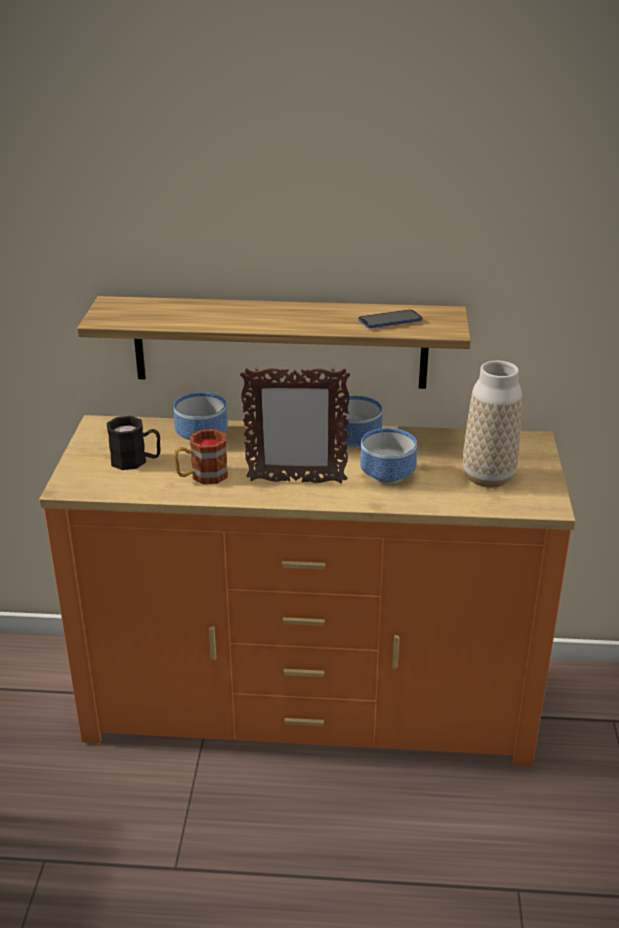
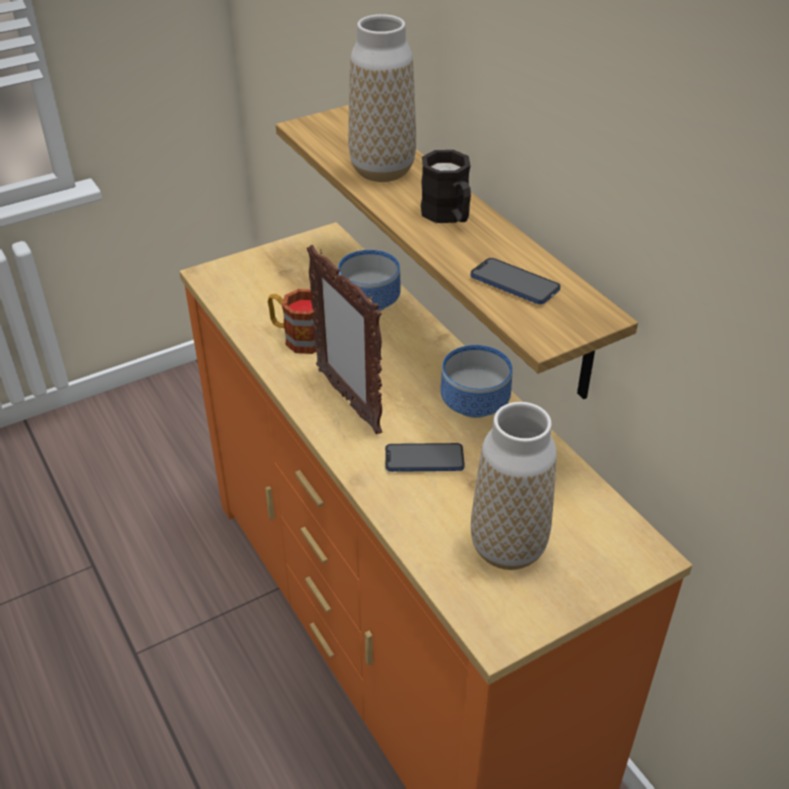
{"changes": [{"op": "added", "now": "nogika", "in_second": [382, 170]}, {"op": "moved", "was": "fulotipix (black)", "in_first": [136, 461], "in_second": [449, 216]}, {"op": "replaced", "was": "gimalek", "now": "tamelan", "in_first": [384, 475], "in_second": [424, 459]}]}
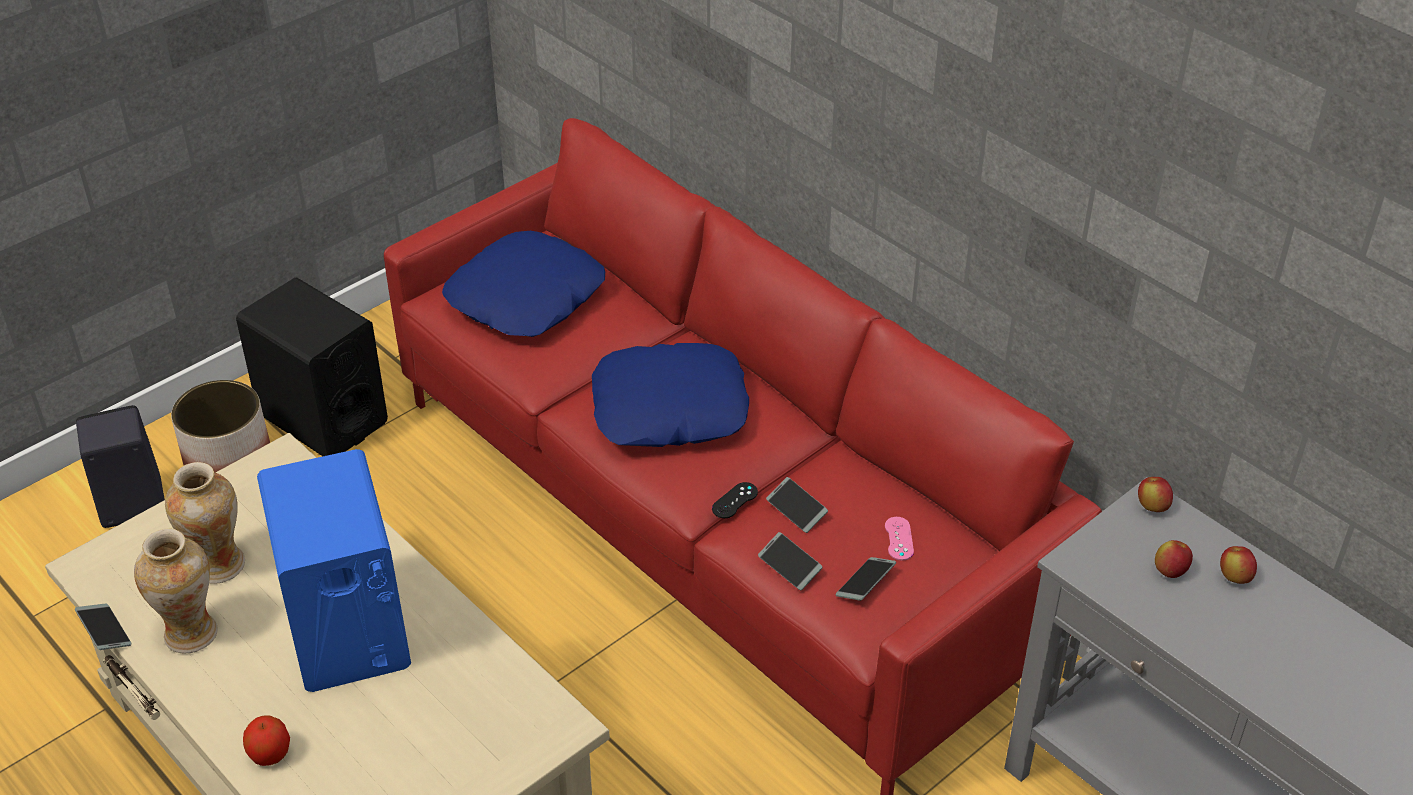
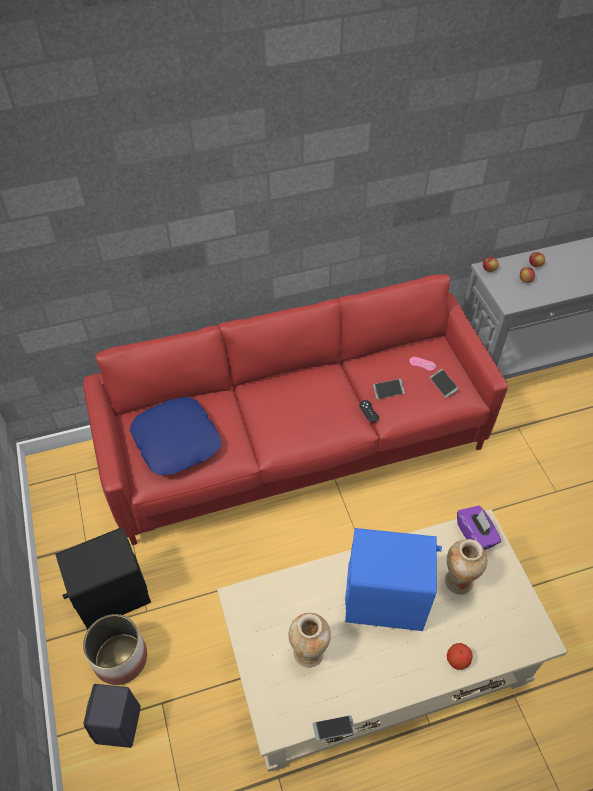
{"changes": [{"op": "removed", "was": "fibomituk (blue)", "in_first": [669, 409]}, {"op": "removed", "was": "tamelan", "in_first": [789, 566]}, {"op": "added", "now": "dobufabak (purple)", "in_second": [475, 535]}, {"op": "moved", "was": "nogika", "in_first": [190, 633], "in_second": [458, 581]}]}
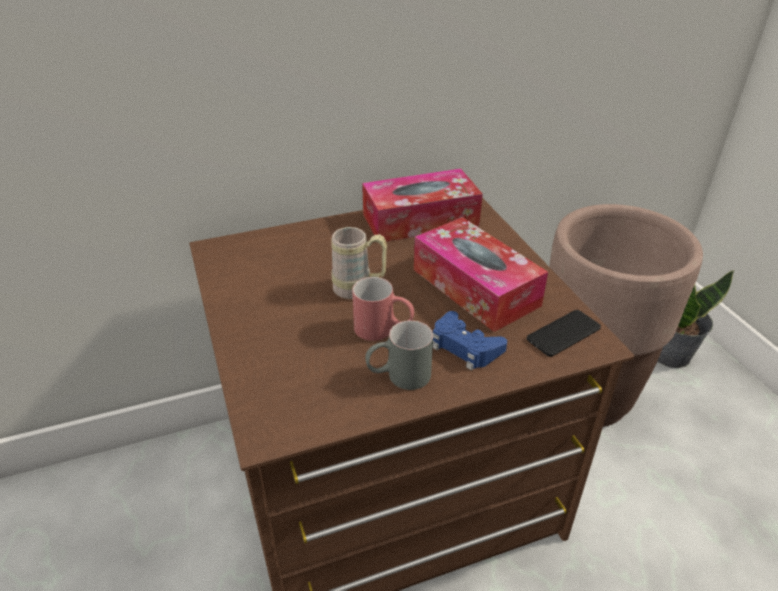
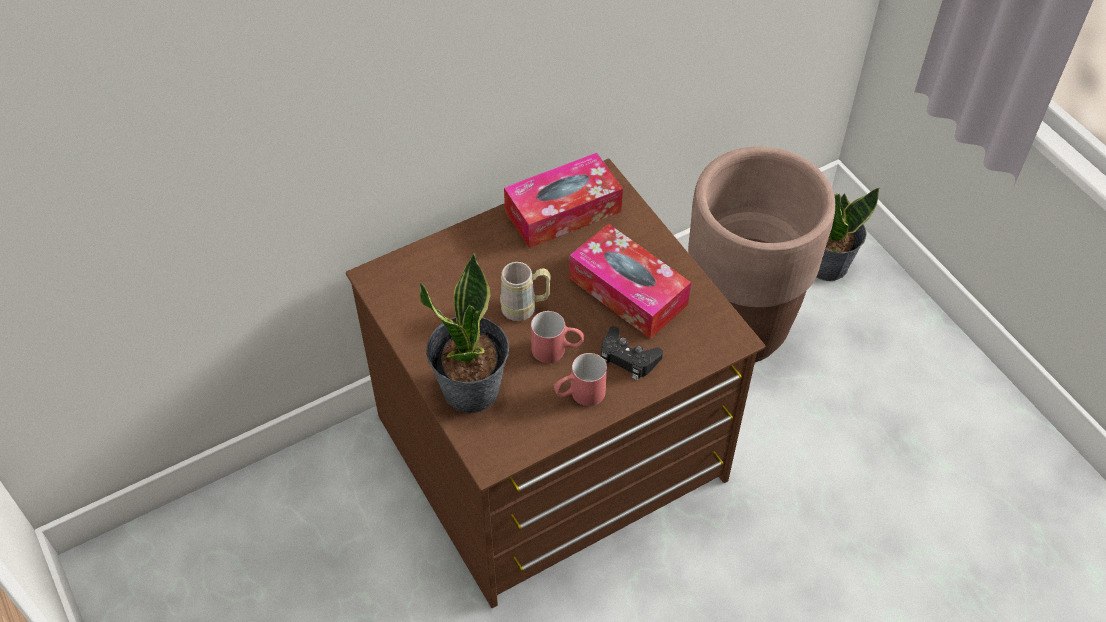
{"changes": [{"op": "removed", "was": "tamelan", "in_first": [563, 333]}, {"op": "added", "now": "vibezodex", "in_second": [472, 389]}, {"op": "recoloured", "was": "fulotipix (grey)", "now": "fulotipix (red)", "in_first": [398, 376], "in_second": [579, 395]}, {"op": "recoloured", "was": "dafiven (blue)", "now": "dafiven (black)", "in_first": [465, 347], "in_second": [628, 358]}]}
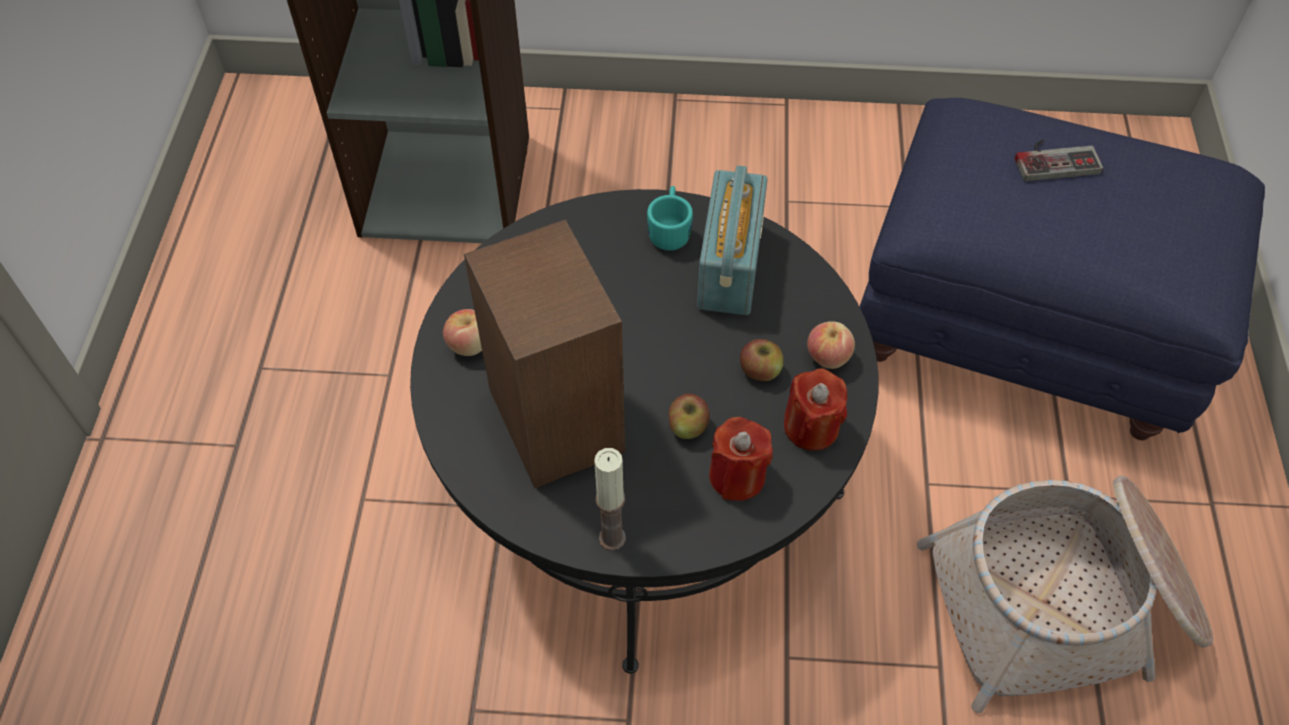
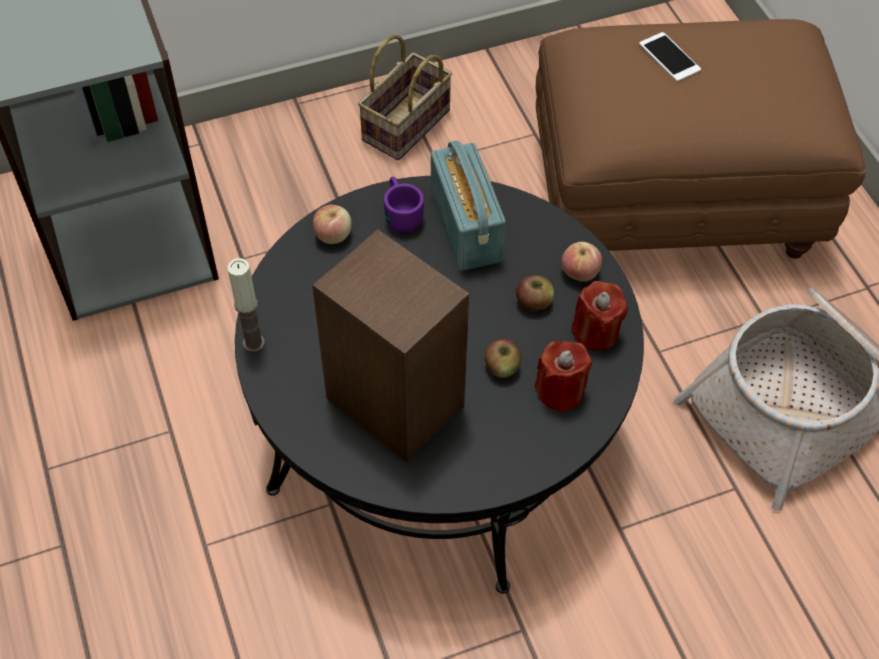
{"changes": [{"op": "added", "now": "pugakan", "in_second": [406, 127]}, {"op": "moved", "was": "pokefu", "in_first": [470, 344], "in_second": [333, 235]}, {"op": "moved", "was": "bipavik", "in_first": [612, 538], "in_second": [253, 343]}, {"op": "replaced", "was": "dafiven", "now": "tamelan", "in_first": [1054, 159], "in_second": [669, 57]}, {"op": "recoloured", "was": "fulotipix (turquoise)", "now": "fulotipix (purple)", "in_first": [670, 228], "in_second": [401, 213]}, {"op": "recoloured", "was": "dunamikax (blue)", "now": "dunamikax (brown)", "in_first": [1028, 327], "in_second": [675, 200]}]}
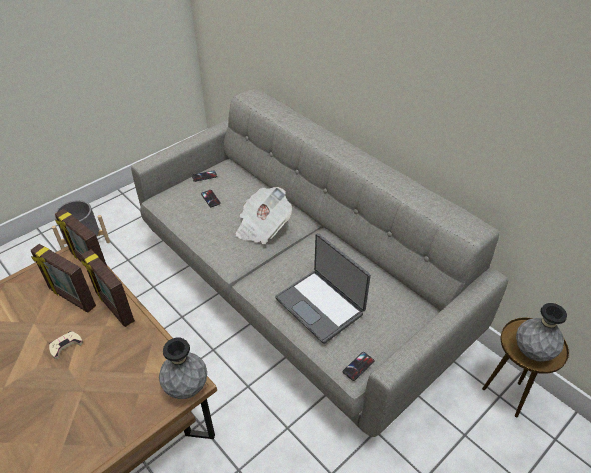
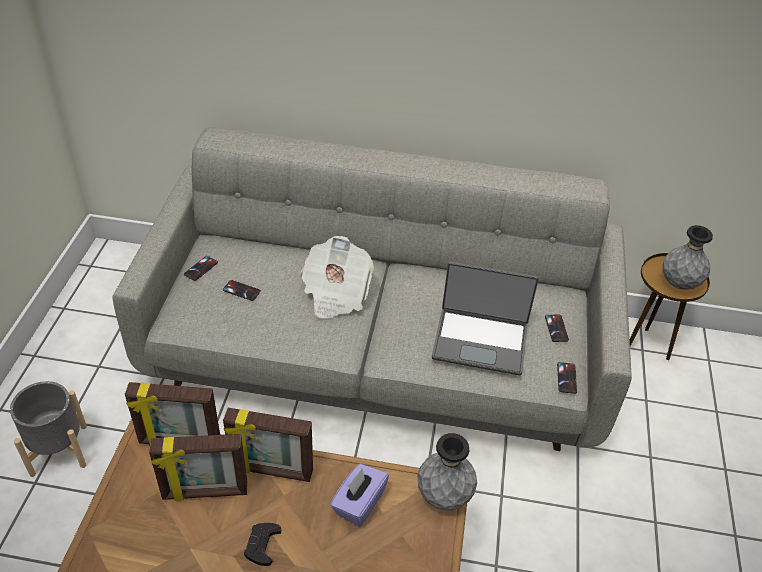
{"changes": [{"op": "added", "now": "dobufabak (purple)", "in_second": [359, 503]}, {"op": "added", "now": "tamelan", "in_second": [556, 328]}, {"op": "recoloured", "was": "dafiven (beige)", "now": "dafiven (black)", "in_first": [65, 345], "in_second": [262, 545]}]}
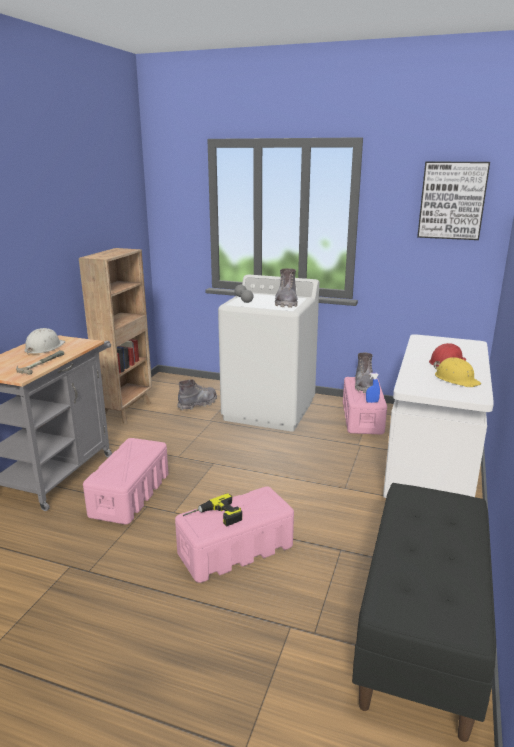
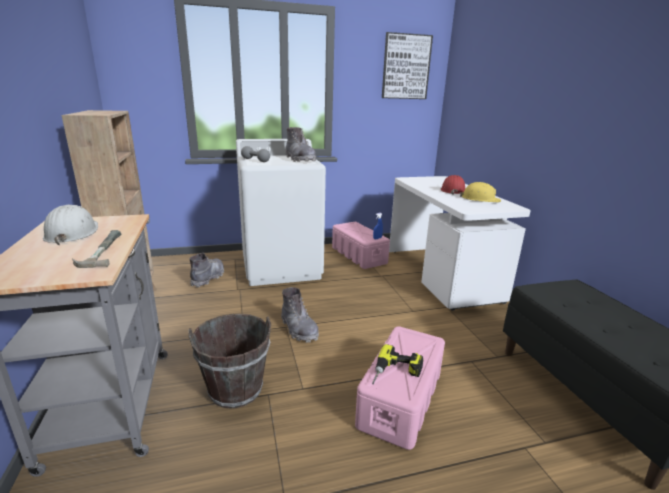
{"changes": [{"op": "moved", "was": "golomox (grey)", "in_first": [364, 386], "in_second": [299, 329]}, {"op": "replaced", "was": "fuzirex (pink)", "now": "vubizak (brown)", "in_first": [130, 495], "in_second": [235, 390]}]}
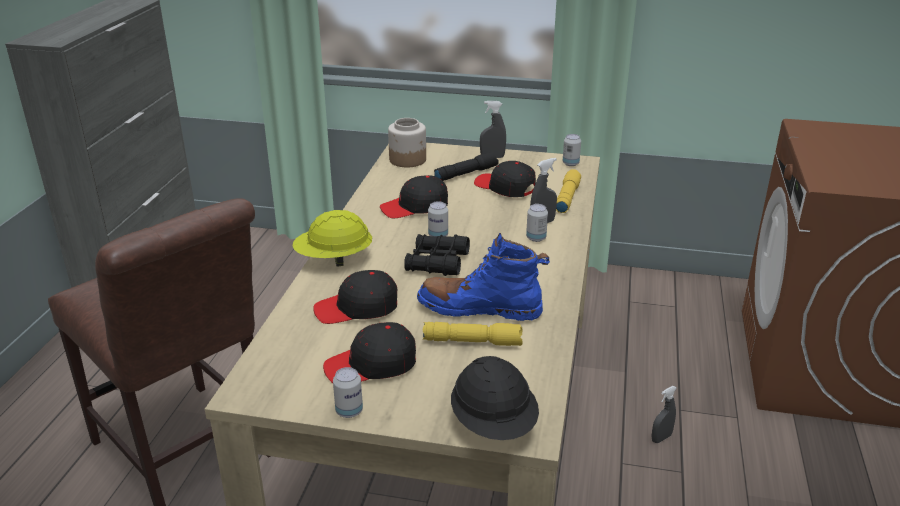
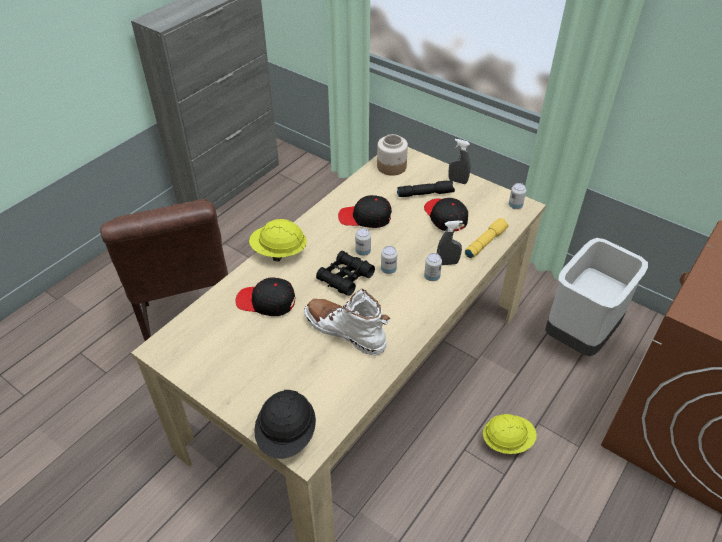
{"changes": [{"op": "removed", "was": "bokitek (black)", "in_first": [371, 365]}, {"op": "removed", "was": "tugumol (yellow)", "in_first": [473, 341]}, {"op": "added", "now": "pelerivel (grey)", "in_second": [580, 335]}, {"op": "moved", "was": "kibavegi", "in_first": [349, 411], "in_second": [388, 270]}, {"op": "replaced", "was": "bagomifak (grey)", "now": "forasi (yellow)", "in_first": [661, 438], "in_second": [507, 441]}, {"op": "recoloured", "was": "golomox (blue)", "now": "golomox (white)", "in_first": [480, 309], "in_second": [345, 331]}]}
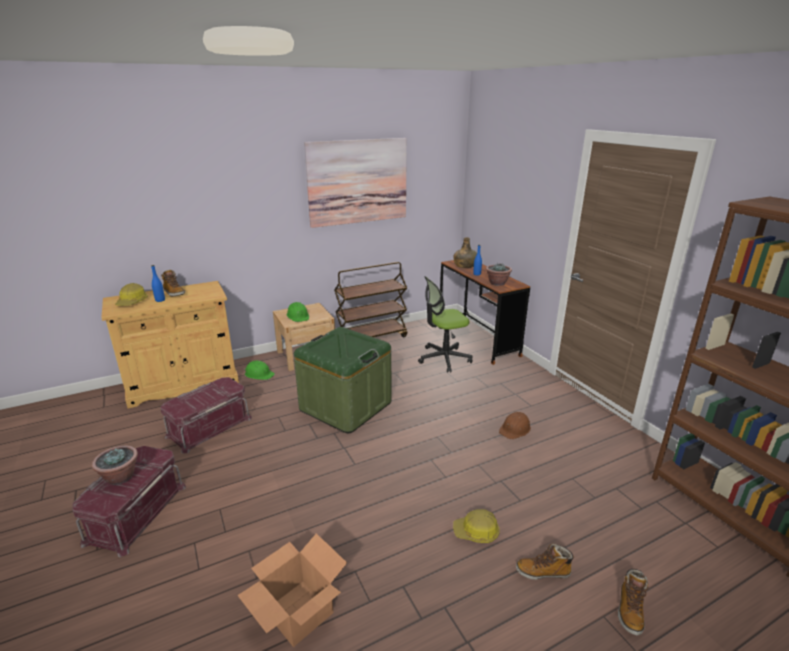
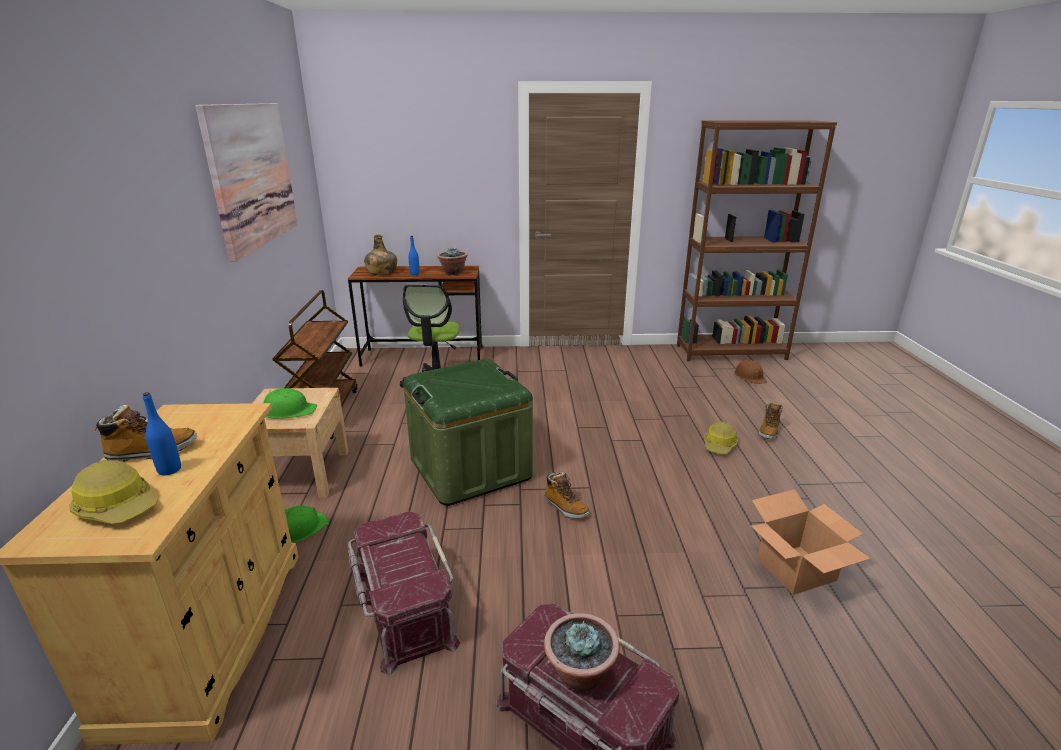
{"changes": [{"op": "moved", "was": "forasi (brown)", "in_first": [515, 429], "in_second": [750, 376]}, {"op": "moved", "was": "golomox", "in_first": [630, 610], "in_second": [565, 507]}]}
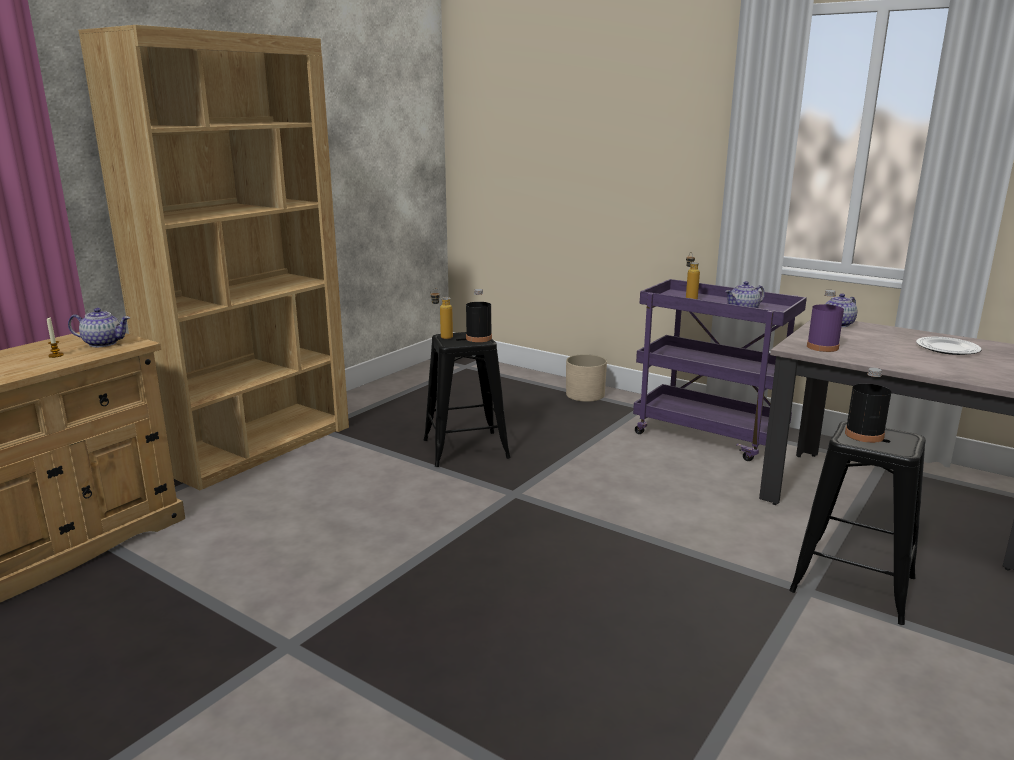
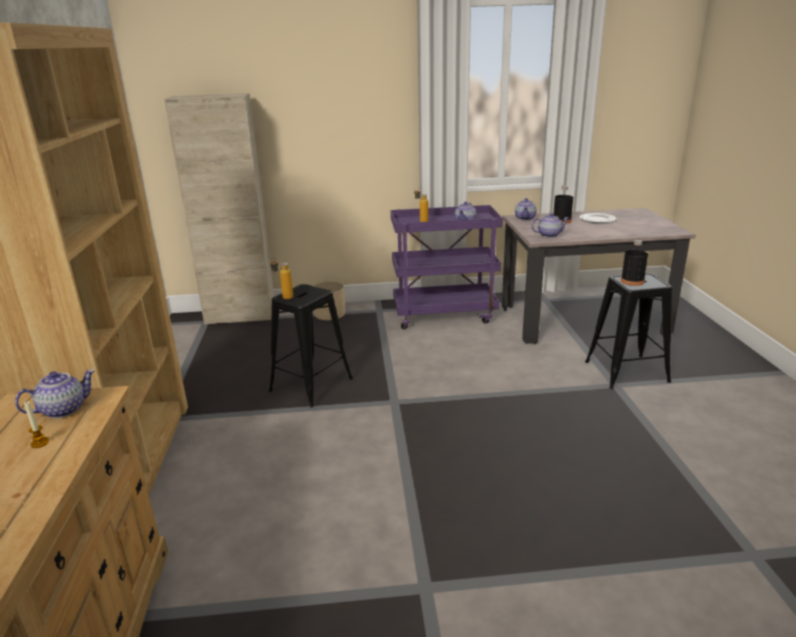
{"changes": [{"op": "added", "now": "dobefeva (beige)", "in_second": [240, 316]}, {"op": "moved", "was": "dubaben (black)", "in_first": [479, 338], "in_second": [561, 221]}, {"op": "replaced", "was": "dubaben (purple)", "now": "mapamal", "in_first": [822, 347], "in_second": [549, 235]}]}
